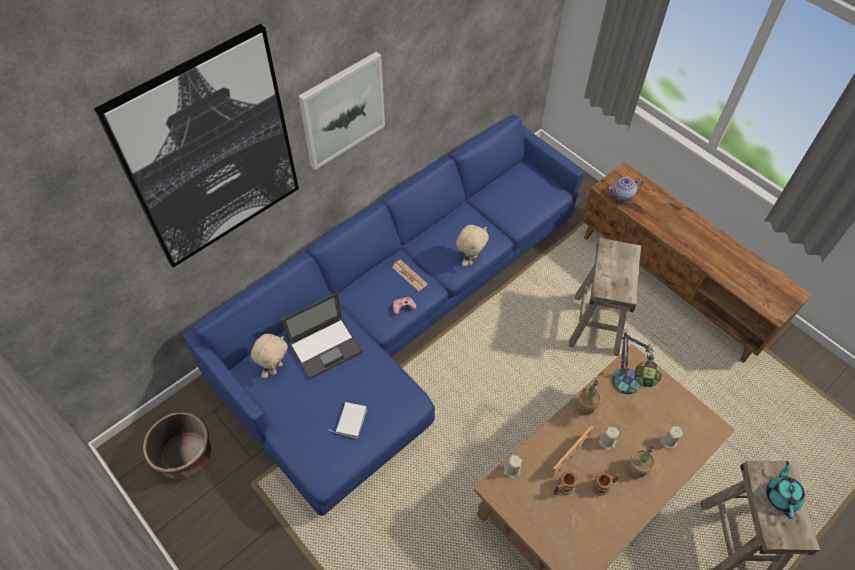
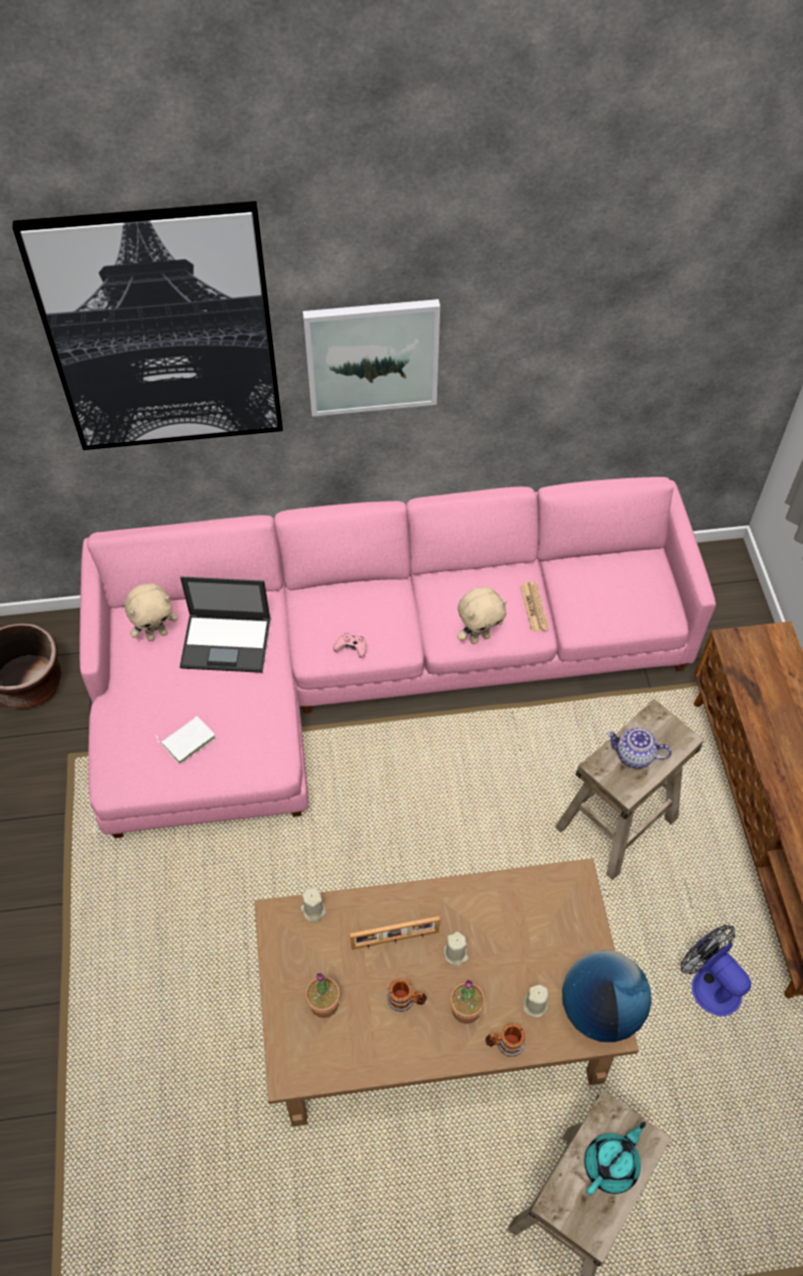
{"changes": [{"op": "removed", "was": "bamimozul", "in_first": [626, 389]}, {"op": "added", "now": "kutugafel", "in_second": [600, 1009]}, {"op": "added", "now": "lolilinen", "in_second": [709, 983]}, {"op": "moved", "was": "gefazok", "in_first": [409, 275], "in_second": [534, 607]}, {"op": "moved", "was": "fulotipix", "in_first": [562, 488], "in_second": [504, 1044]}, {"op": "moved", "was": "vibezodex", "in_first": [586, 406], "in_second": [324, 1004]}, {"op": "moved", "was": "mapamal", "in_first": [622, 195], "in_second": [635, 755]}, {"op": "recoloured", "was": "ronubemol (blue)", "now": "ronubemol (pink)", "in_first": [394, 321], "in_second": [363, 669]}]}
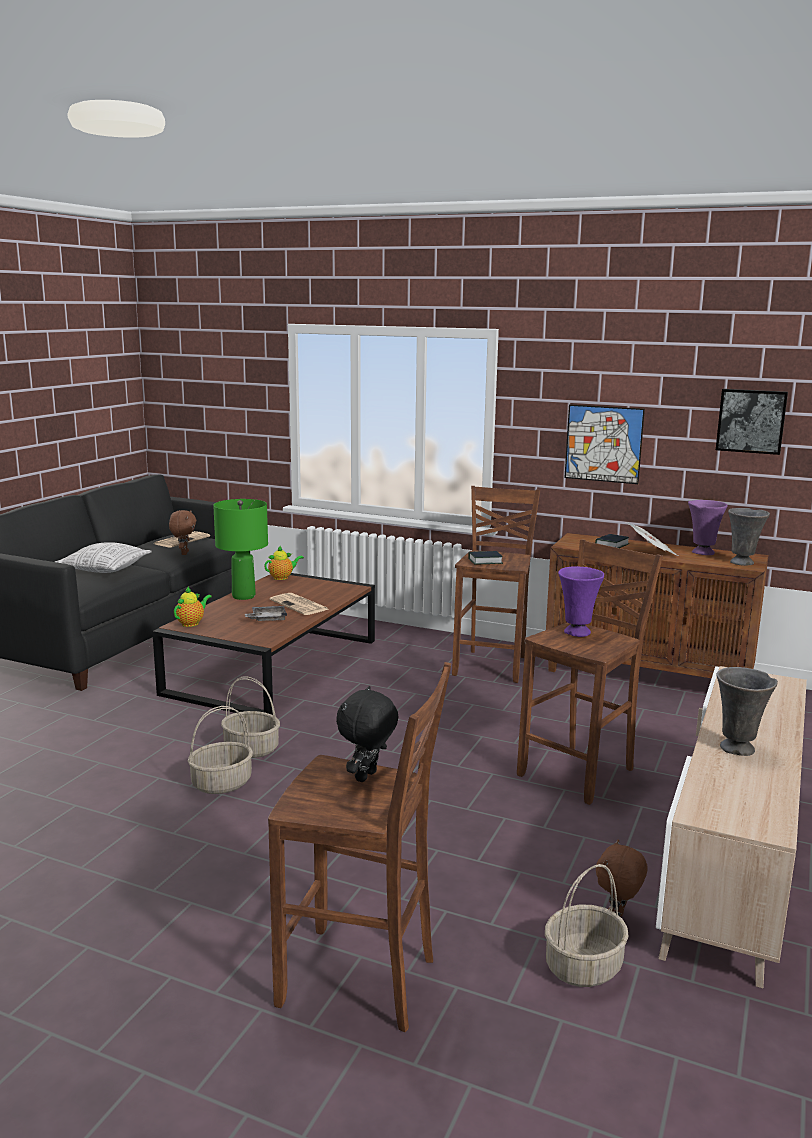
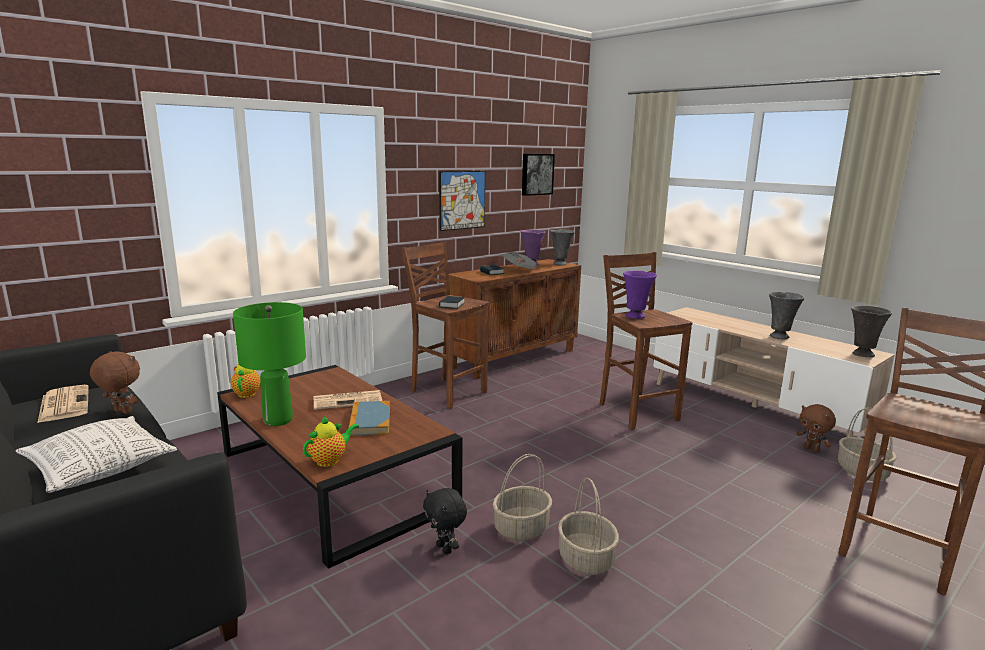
{"changes": [{"op": "added", "now": "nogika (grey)", "in_second": [862, 354]}, {"op": "moved", "was": "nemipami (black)", "in_first": [367, 777], "in_second": [445, 548]}, {"op": "replaced", "was": "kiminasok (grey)", "now": "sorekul", "in_first": [267, 619], "in_second": [370, 421]}, {"op": "turned", "was": "mapamal", "in_first": [192, 623], "in_second": [330, 460], "clockwise": 75}]}
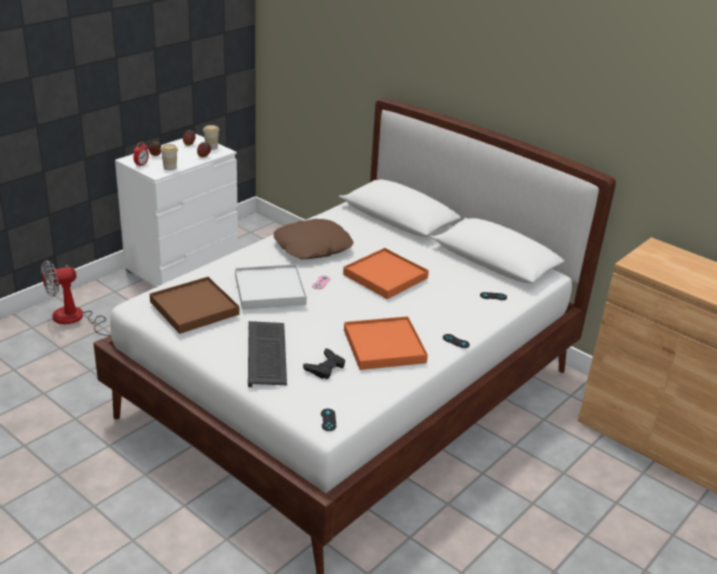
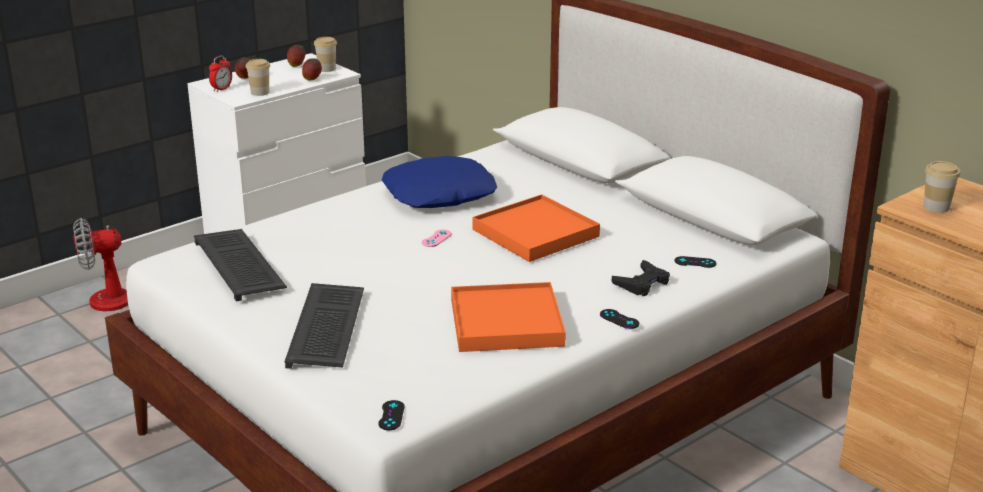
{"changes": [{"op": "removed", "was": "kiminasok (white)", "in_first": [270, 290]}, {"op": "added", "now": "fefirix", "in_second": [936, 207]}, {"op": "moved", "was": "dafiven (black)", "in_first": [325, 367], "in_second": [642, 283]}, {"op": "replaced", "was": "kiminasok (brown)", "now": "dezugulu", "in_first": [194, 308], "in_second": [241, 266]}, {"op": "recoloured", "was": "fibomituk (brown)", "now": "fibomituk (blue)", "in_first": [313, 247], "in_second": [439, 194]}]}
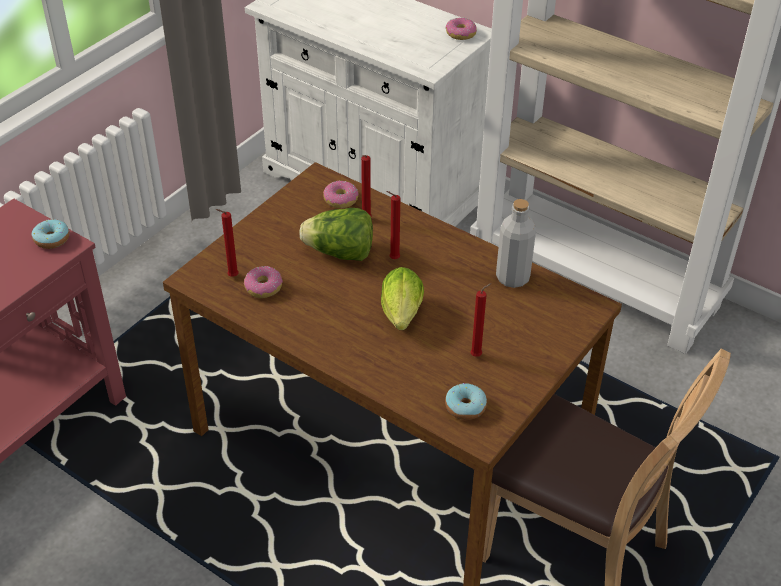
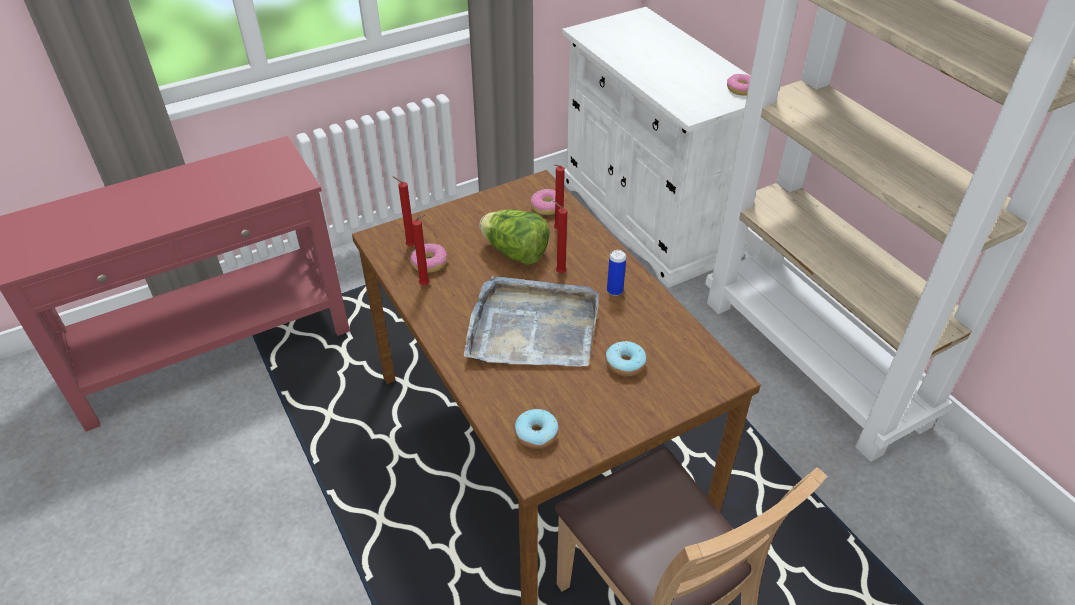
{"changes": [{"op": "removed", "was": "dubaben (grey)", "in_first": [512, 278]}, {"op": "added", "now": "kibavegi", "in_second": [614, 291]}, {"op": "moved", "was": "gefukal", "in_first": [52, 239], "in_second": [625, 364]}, {"op": "moved", "was": "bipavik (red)", "in_first": [477, 355], "in_second": [426, 285]}, {"op": "replaced", "was": "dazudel", "now": "kiminasok (grey)", "in_first": [401, 316], "in_second": [532, 327]}]}
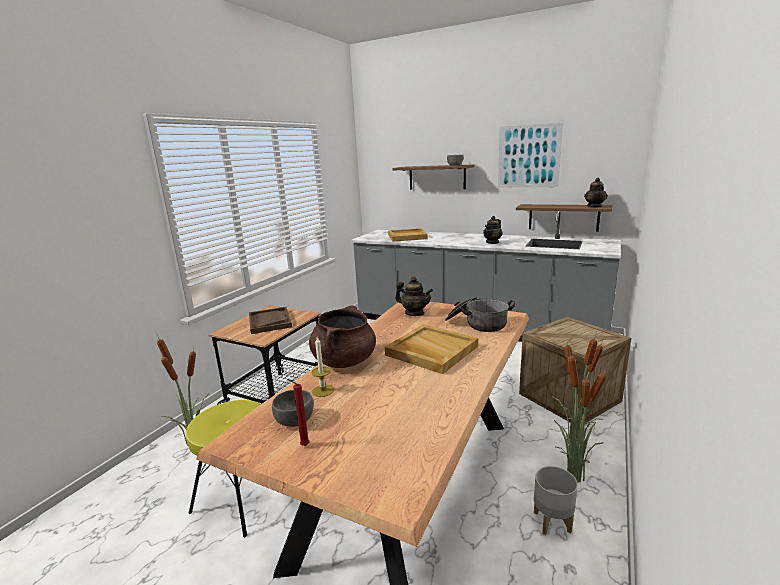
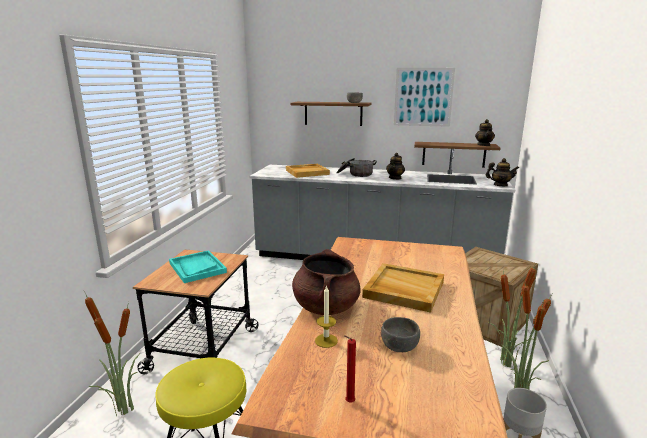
{"changes": [{"op": "moved", "was": "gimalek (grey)", "in_first": [295, 420], "in_second": [400, 346]}, {"op": "moved", "was": "mapamal", "in_first": [414, 313], "in_second": [500, 185]}, {"op": "moved", "was": "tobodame", "in_first": [477, 324], "in_second": [355, 174]}, {"op": "recoloured", "was": "kiminasok (brown)", "now": "kiminasok (turquoise)", "in_first": [269, 321], "in_second": [197, 268]}]}
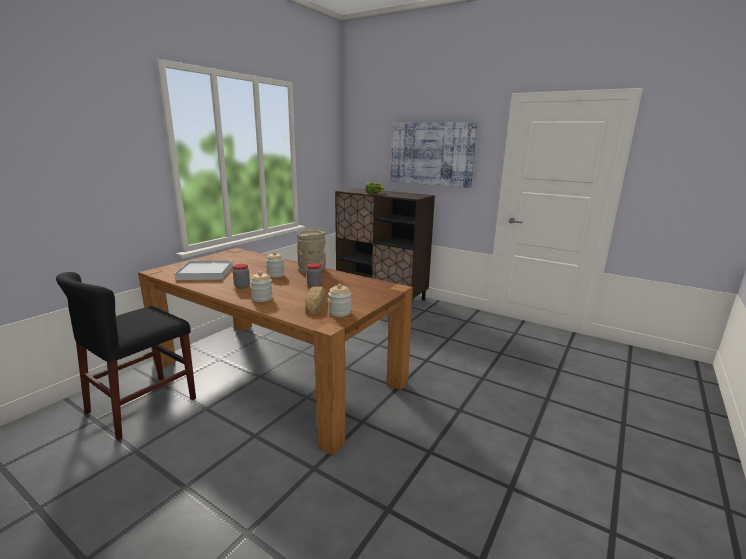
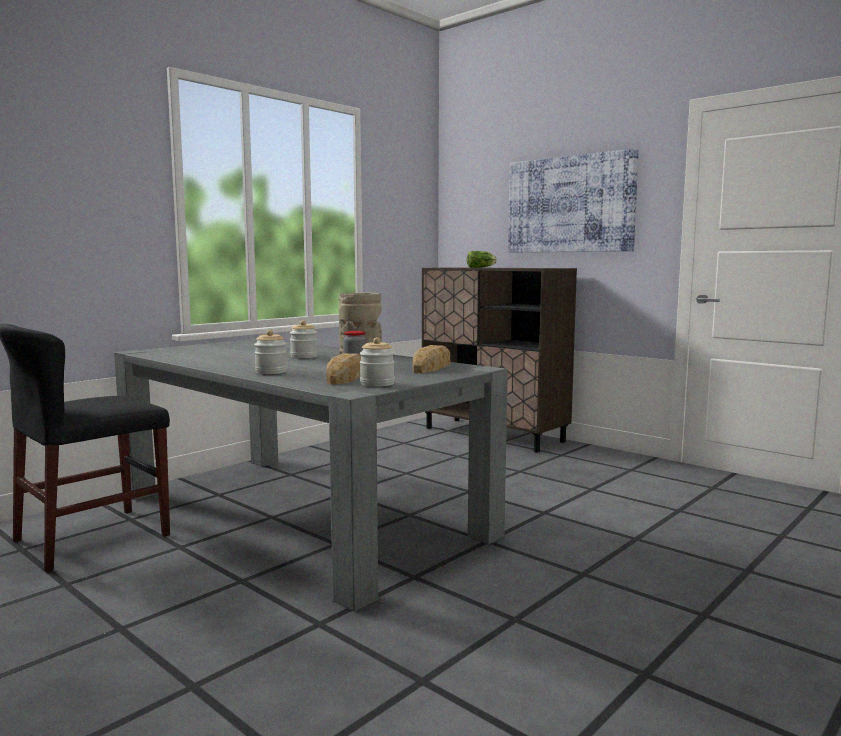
{"changes": [{"op": "removed", "was": "kiminasok (white)", "in_first": [205, 272]}, {"op": "removed", "was": "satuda", "in_first": [242, 286]}, {"op": "added", "now": "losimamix", "in_second": [431, 367]}, {"op": "recoloured", "was": "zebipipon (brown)", "now": "zebipipon (grey)", "in_first": [276, 372], "in_second": [298, 514]}]}
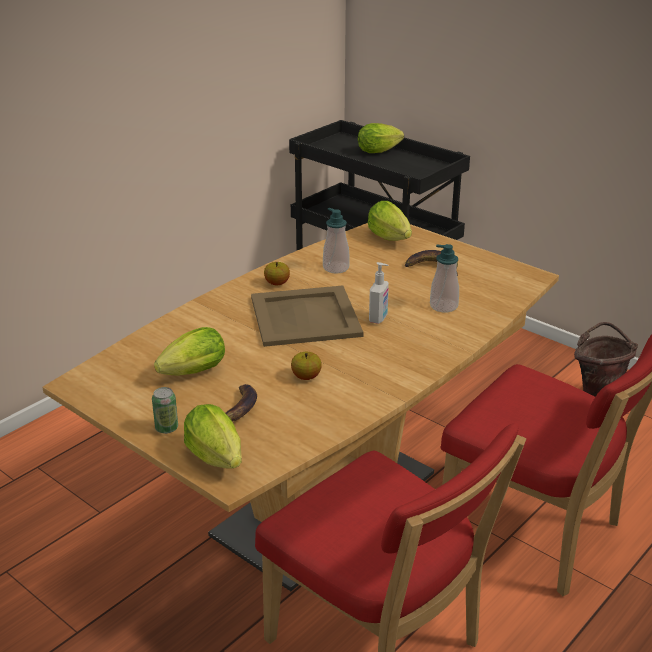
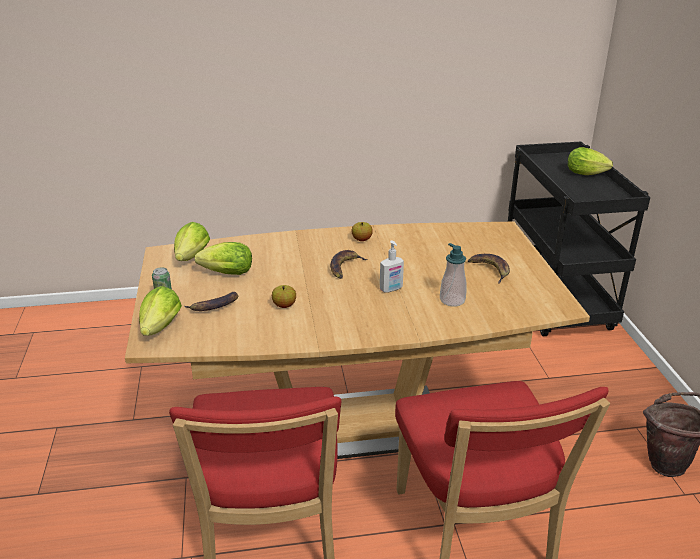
{"changes": [{"op": "removed", "was": "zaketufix", "in_first": [336, 268]}, {"op": "moved", "was": "dazudel", "in_first": [391, 239], "in_second": [190, 259]}, {"op": "replaced", "was": "kiminasok (beige)", "now": "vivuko", "in_first": [304, 316], "in_second": [345, 267]}]}
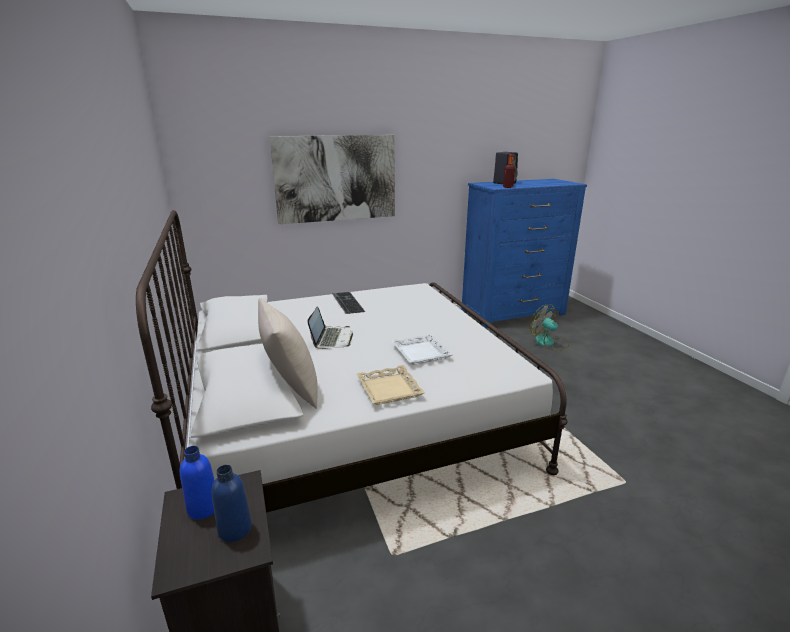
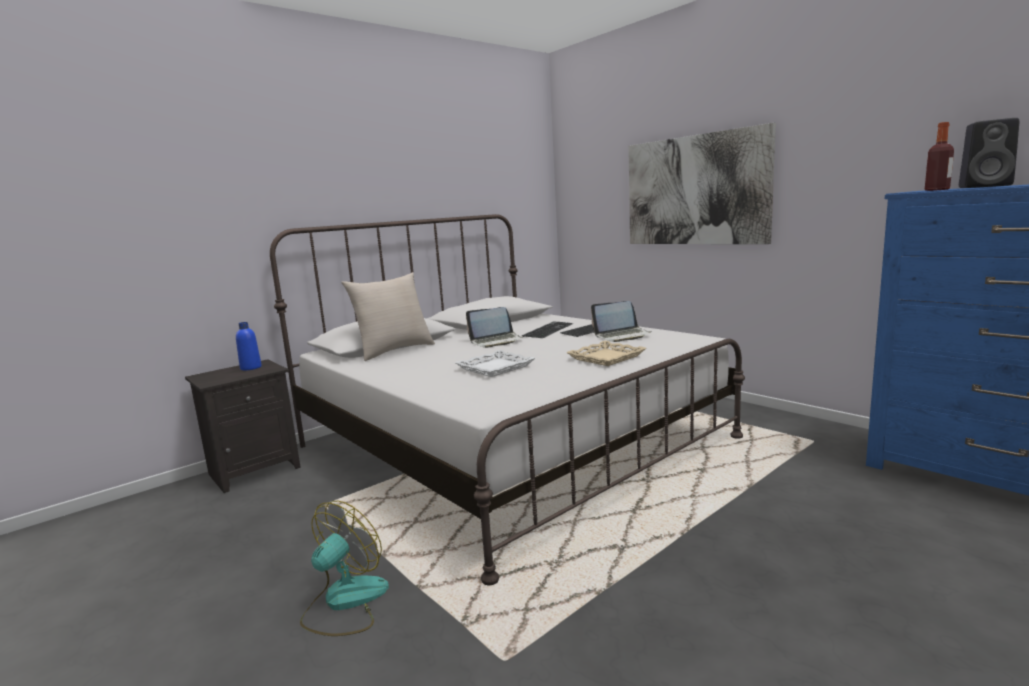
{"changes": [{"op": "removed", "was": "dubaben (blue)", "in_first": [235, 529]}, {"op": "added", "now": "dezugulu", "in_second": [547, 329]}, {"op": "added", "now": "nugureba", "in_second": [622, 336]}, {"op": "moved", "was": "kiminasok (beige)", "in_first": [390, 389], "in_second": [606, 358]}, {"op": "moved", "was": "lolilinen", "in_first": [549, 343], "in_second": [344, 602]}]}
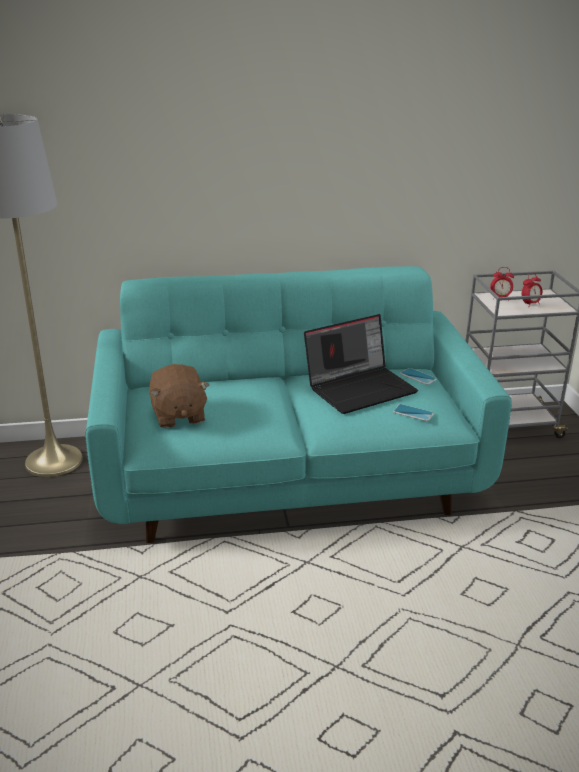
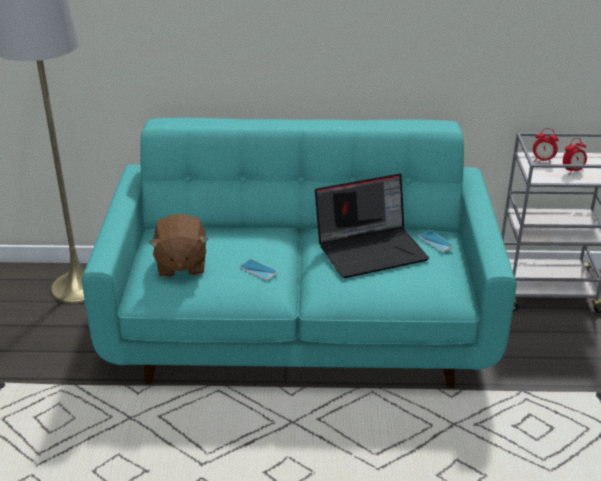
{"changes": [{"op": "moved", "was": "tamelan", "in_first": [413, 413], "in_second": [258, 270]}]}
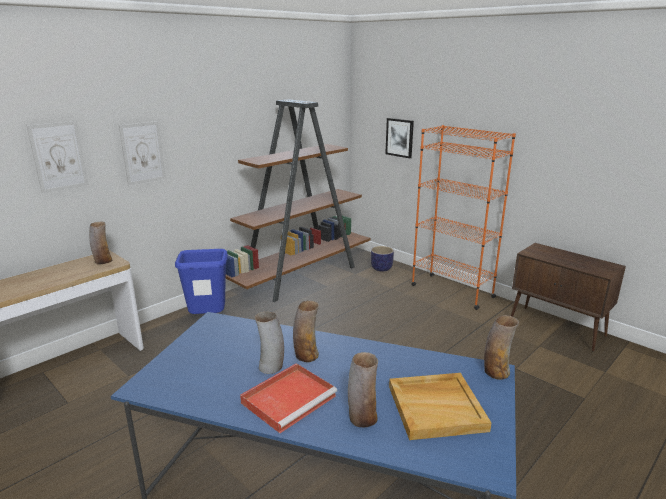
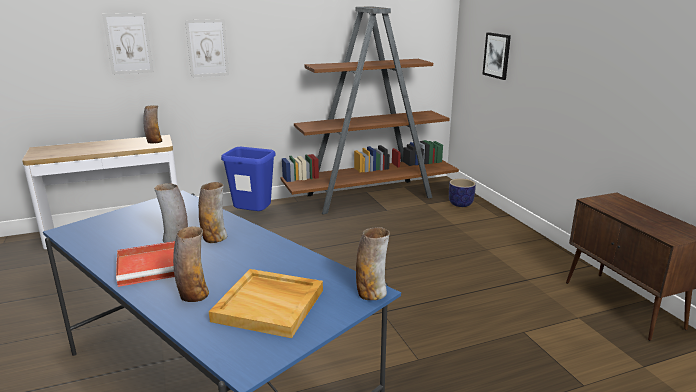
{"changes": [{"op": "removed", "was": "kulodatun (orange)", "in_first": [452, 291]}]}
